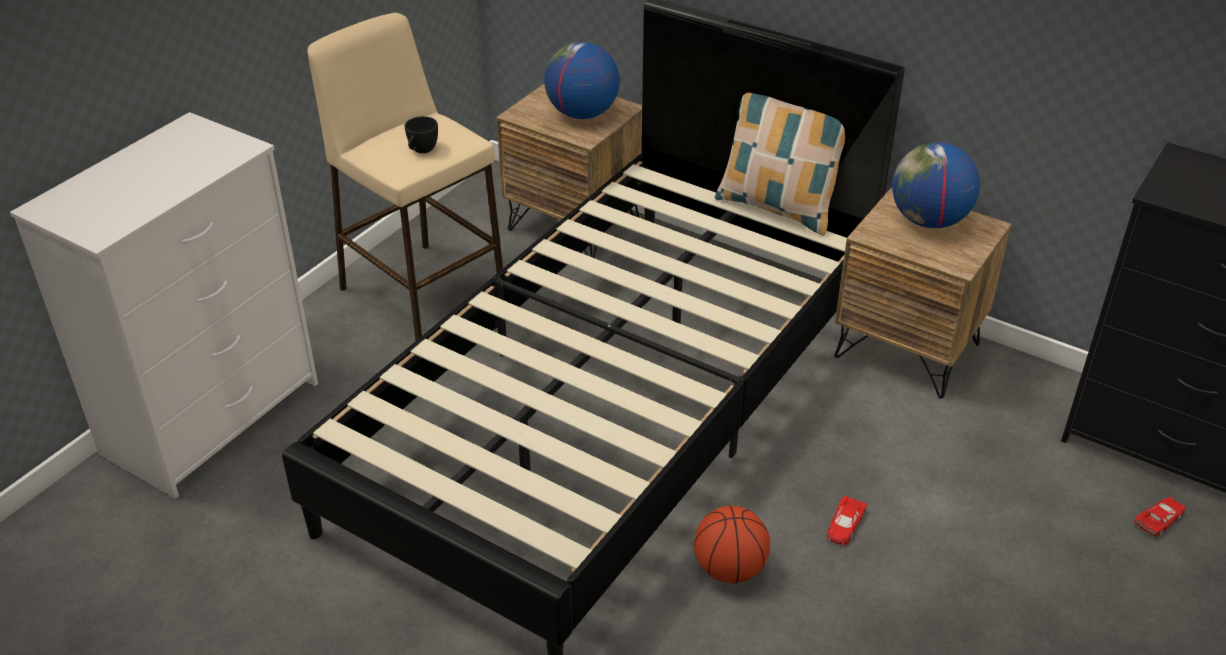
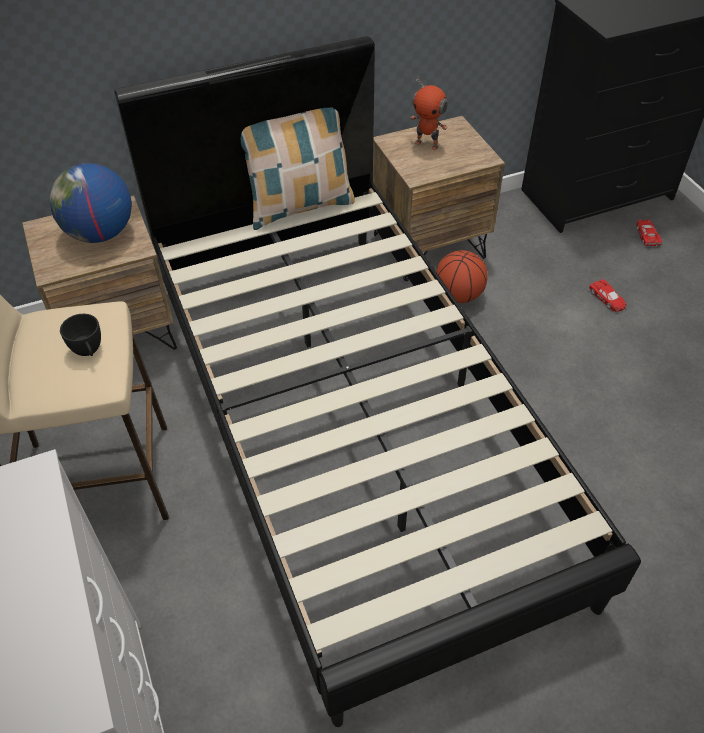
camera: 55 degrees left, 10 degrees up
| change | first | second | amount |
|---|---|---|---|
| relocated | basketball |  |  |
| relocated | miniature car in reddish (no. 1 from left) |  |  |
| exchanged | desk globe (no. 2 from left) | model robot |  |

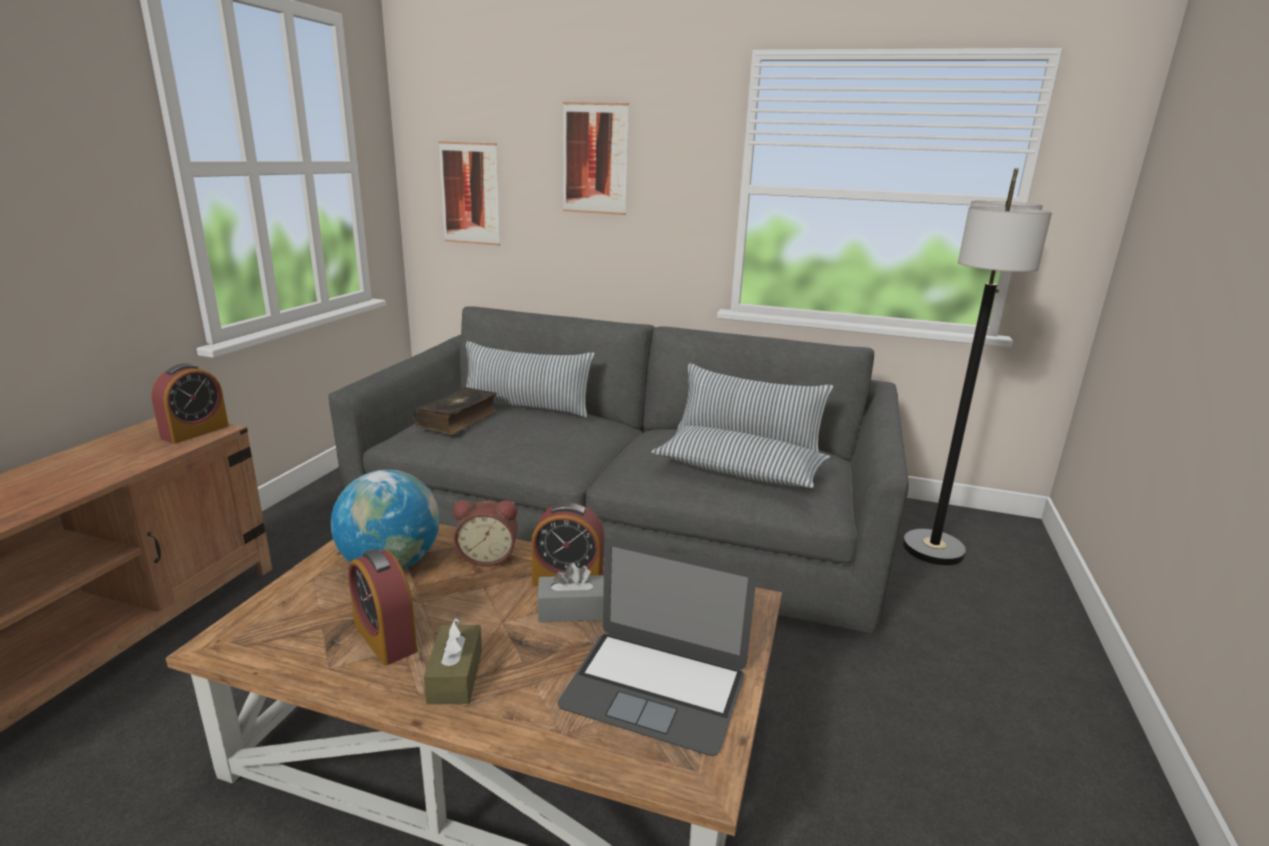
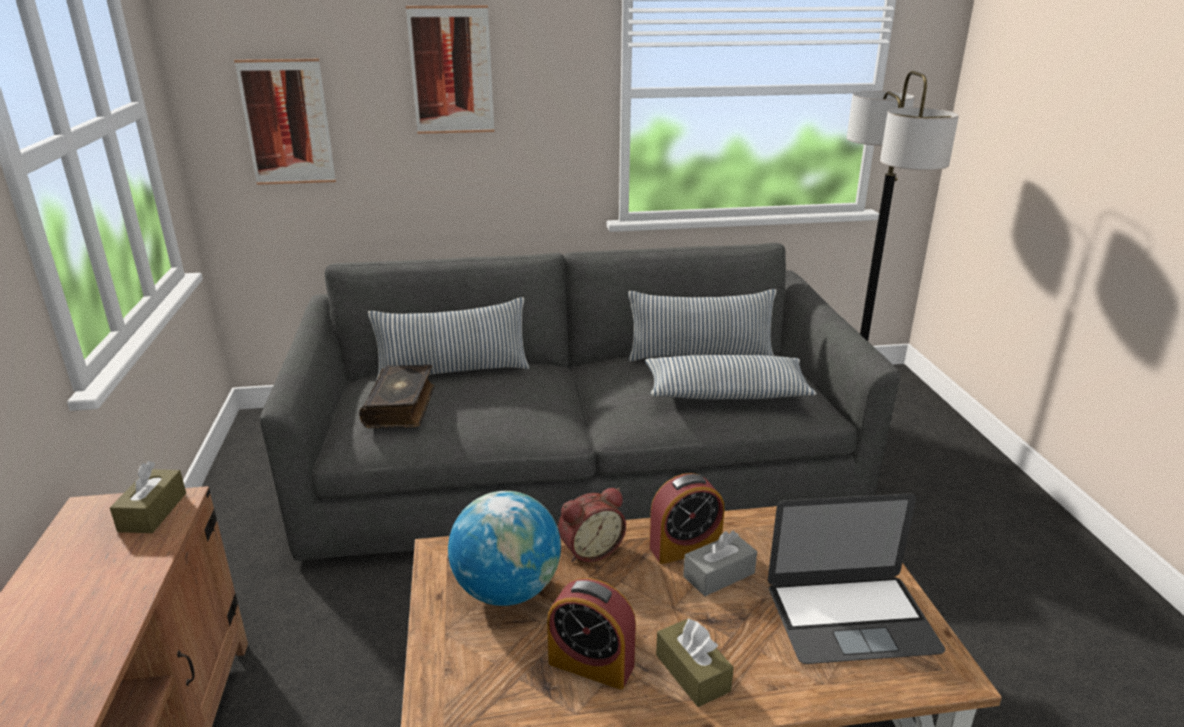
camera: 25 degrees left, 5 degrees up
| change | first | second | amount |
|---|---|---|---|
| exchanged | bedside clock (no. 1 from left) | tissue box in brown (no. 1 from left) |  |

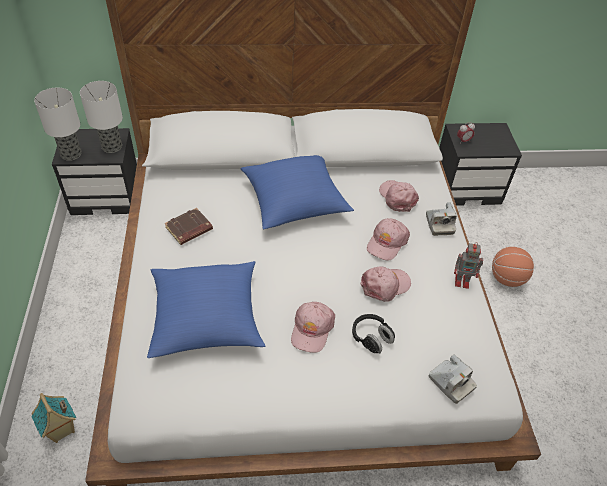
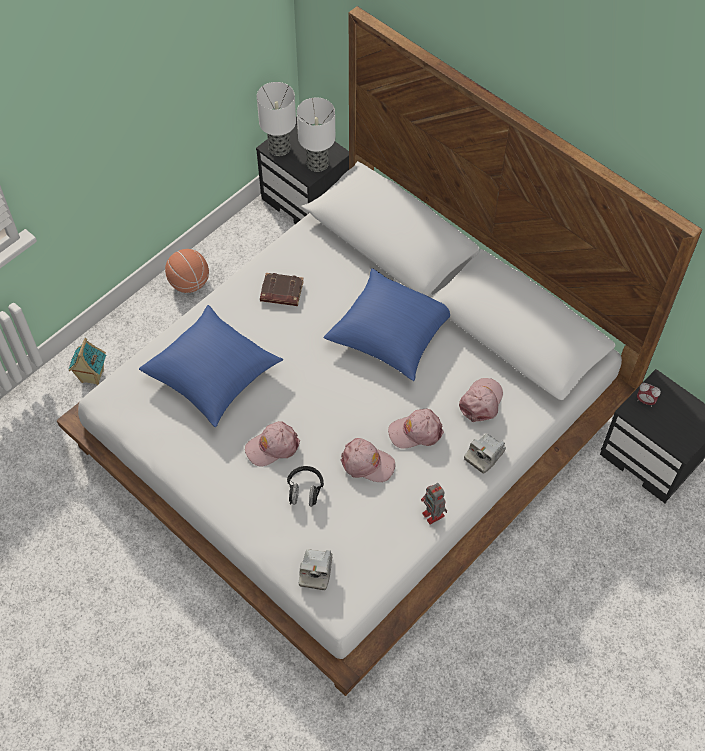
camera: 50 degrees right, 10 degrees up
| change | first | second | amount |
|---|---|---|---|
| relocated | basketball |  |  |

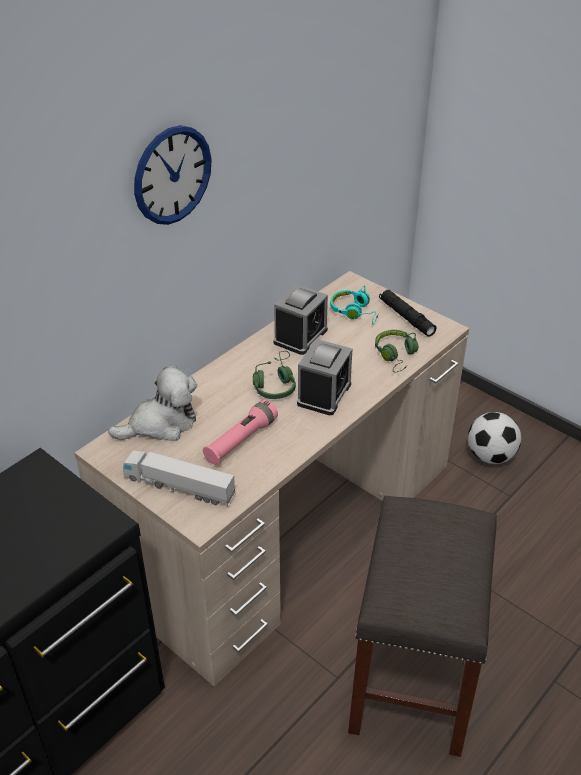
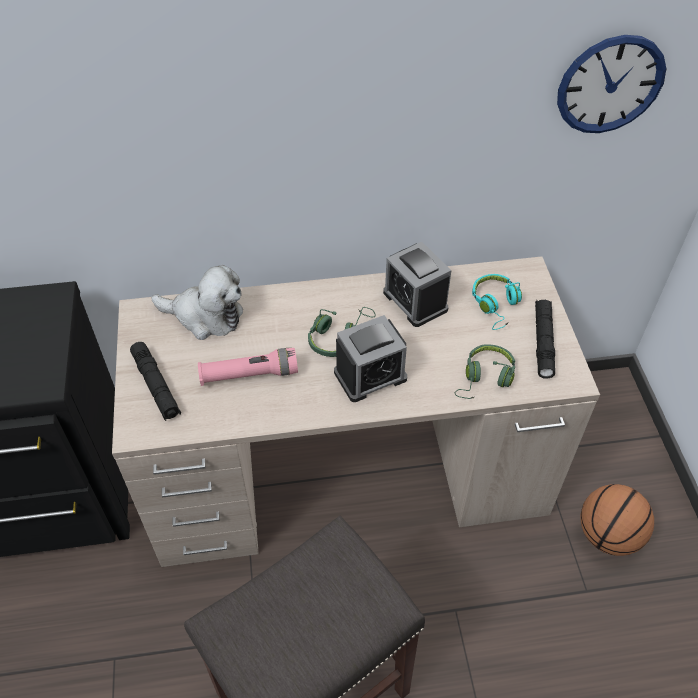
camera: 40 degrees right, 10 degrees up
| change | first | second | amount |
|---|---|---|---|
| exchanged | model truck | torch in black-coloured (no. 1 from left) |  |
| relocated | wall clock |  |  |
| spun | bedside clock (no. 1 from left in the first image) | bedside clock (no. 2 from left) | 75 degrees clockwise |
| exchanged | football ball | basketball |  |

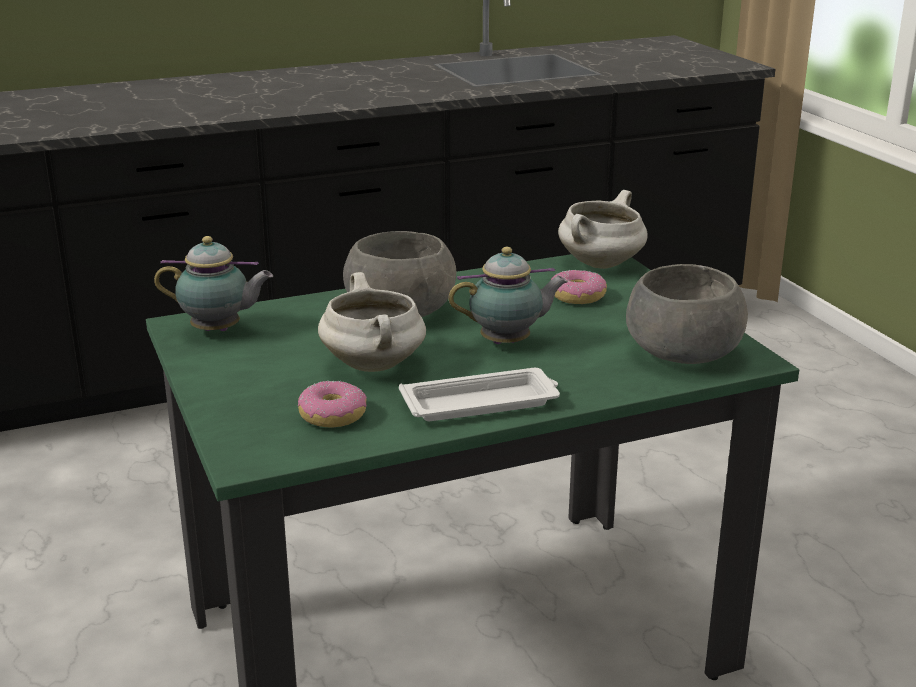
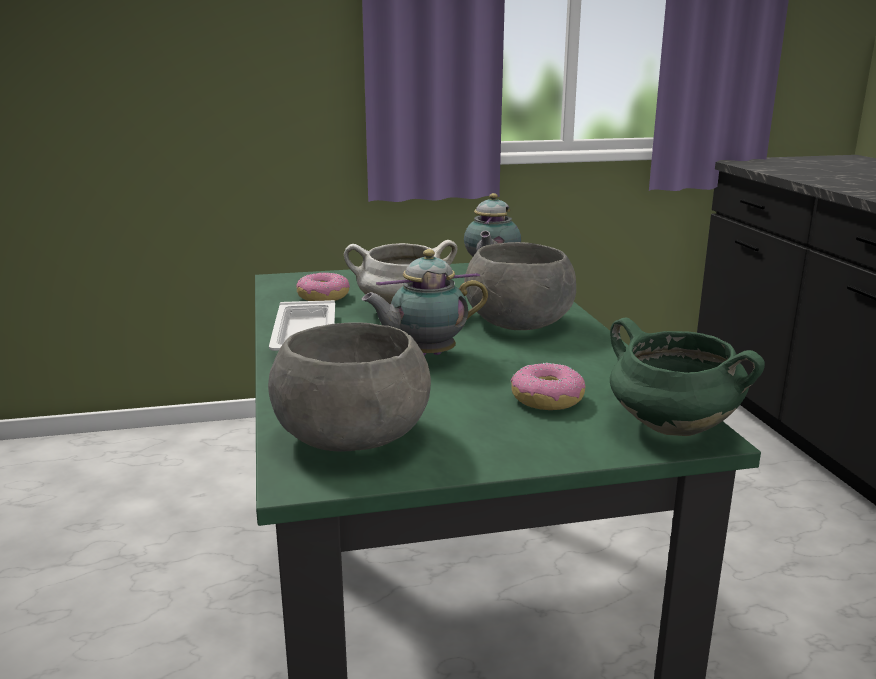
camera: 100 degrees right, 5 degrees down
| change | first | second | amount |
|---|---|---|---|
| spun | teapot (no. 2 from left in the first image) | teapot (no. 1 from left) | 75 degrees clockwise |
| colour | cooking pot in white-coloured (no. 2 from left) | cooking pot in greenish |  |

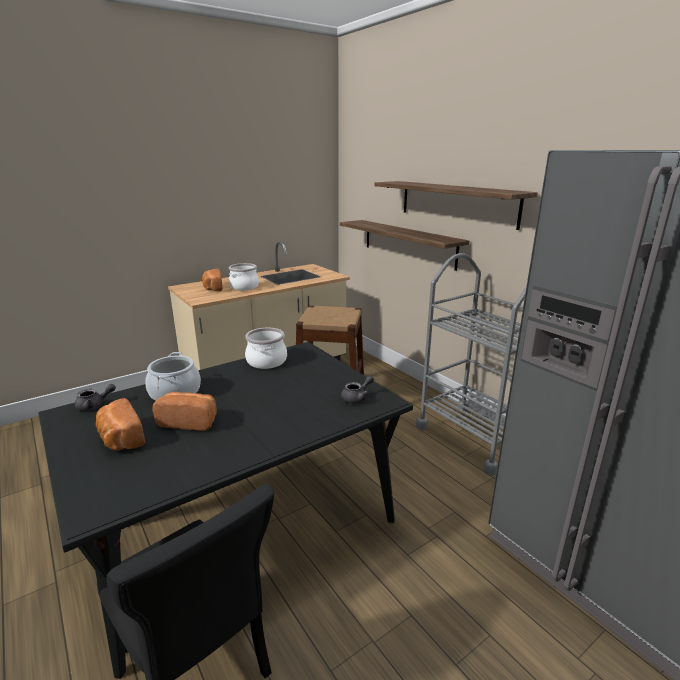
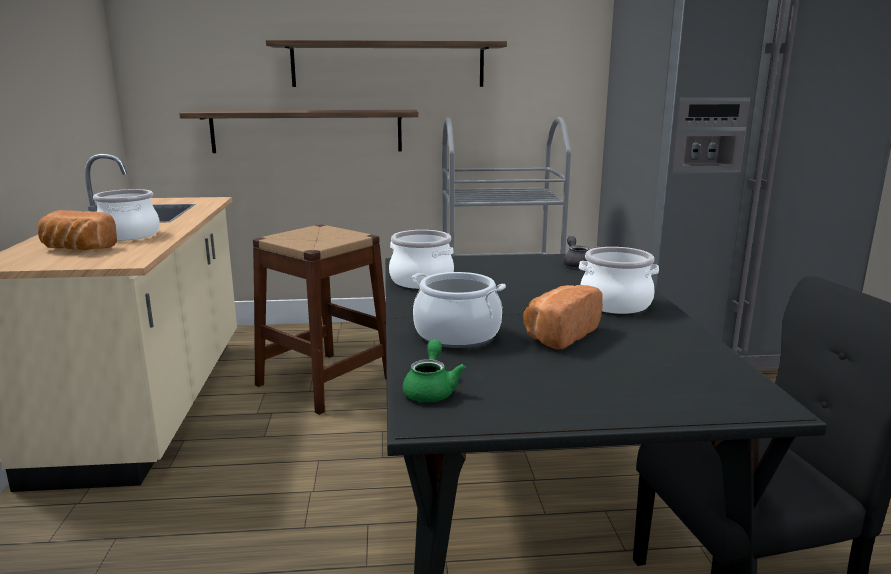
camera: 60 degrees left, 5 degrees down
| change | first | second | amount |
|---|---|---|---|
| colour | teapot in grey (no. 1 from left) | teapot in greenish |  |
| missing | bread (no. 1 from left) |  |  |
| appeared |  | cooking pot (no. 4 from left) |  |

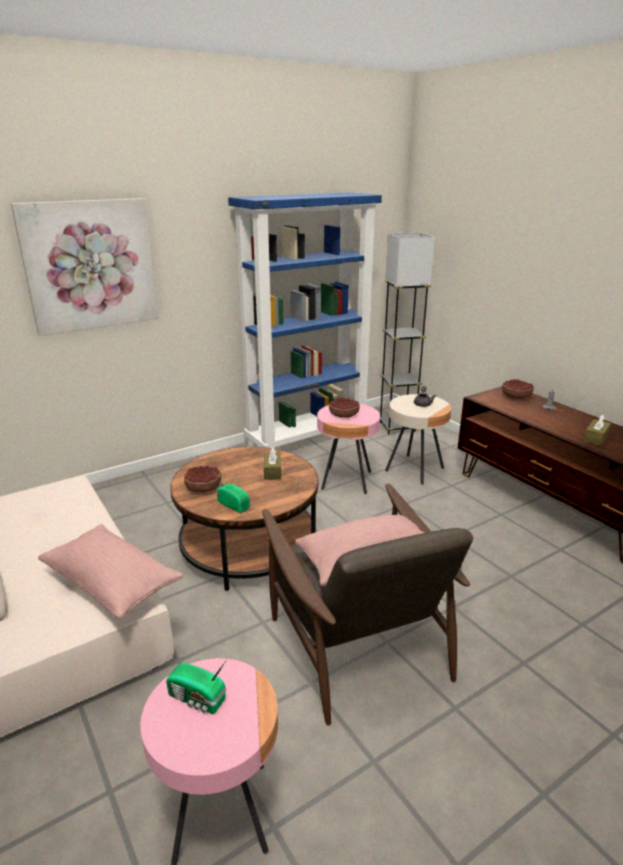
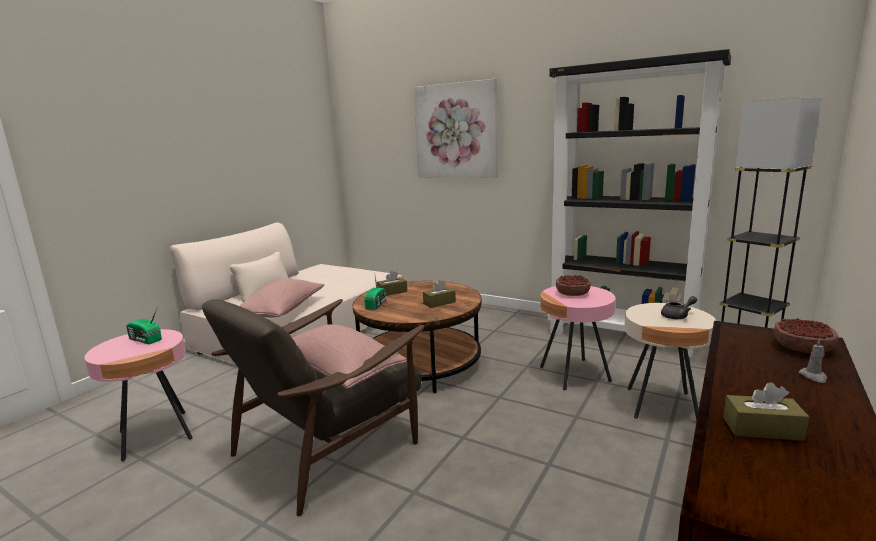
camera: 65 degrees right, 10 degrees down
| change | first | second | amount |
|---|---|---|---|
| spun | radio set (no. 1 from left) |  | 60 degrees counterclockwise |
| exchanged | serving bowl (no. 1 from left) | tissue box in brown (no. 1 from left) |  |
| colour | bookshelf in blue-coloured | bookshelf in black-coloured |  |

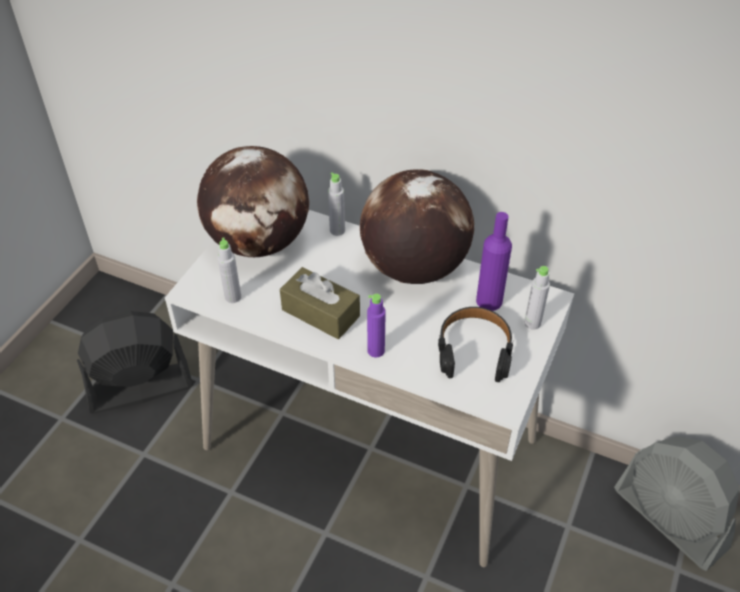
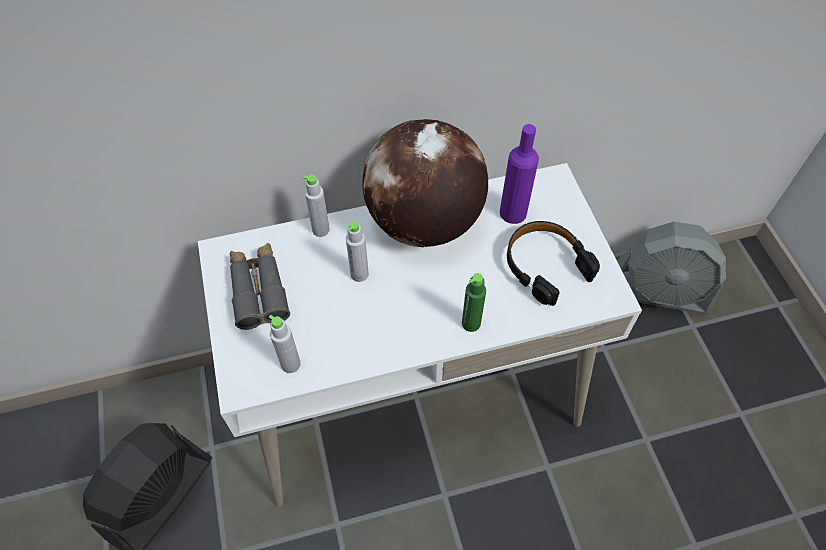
camera: 40 degrees left, 10 degrees up
| change | first | second | amount |
|---|---|---|---|
| exchanged | desk globe (no. 1 from left) | binoculars in grey |  |
| missing | tissue box in brown |  |  |
| colour | beverage bottle in purple (no. 1 from left) | beverage bottle in greenish |  |
| relocated | beverage bottle in grey (no. 3 from left) |  |  |

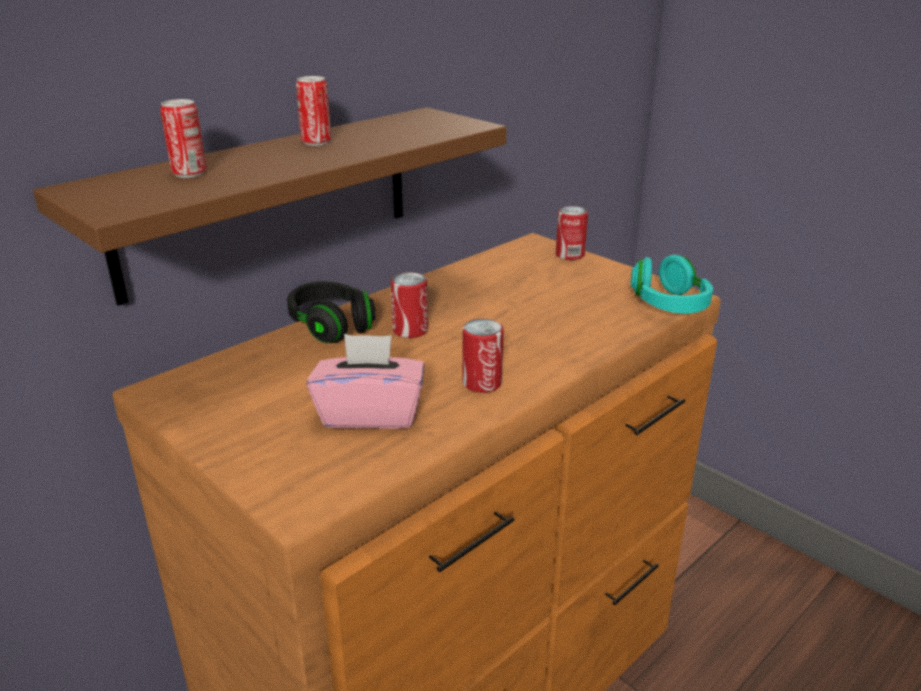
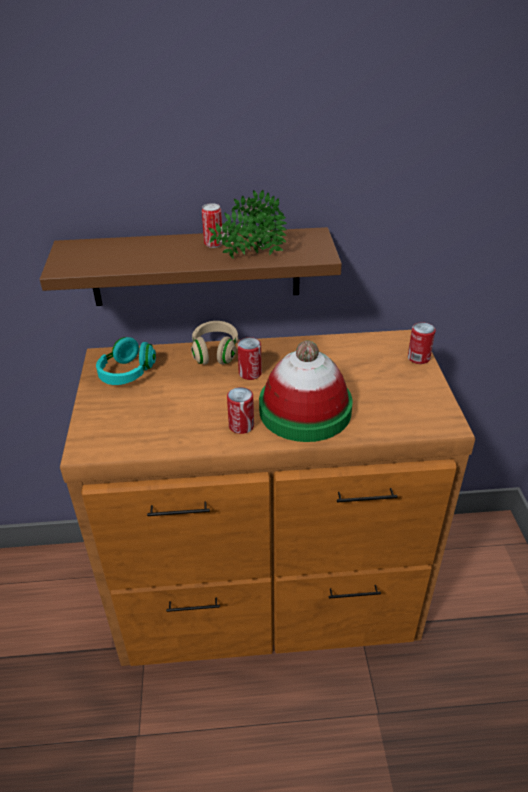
camera: 40 degrees right, 10 degrees up
| change | first | second | amount |
|---|---|---|---|
| missing | sealed can (no. 1 from left) |  |  |
| colour | headphones in black-coloured | headphones in beige |  |
| missing | tissue box in pink |  |  |
| relocated | headphones in turquoise |  |  |
| appeared |  | plant in a pot |  |
| appeared |  | hat |  |

